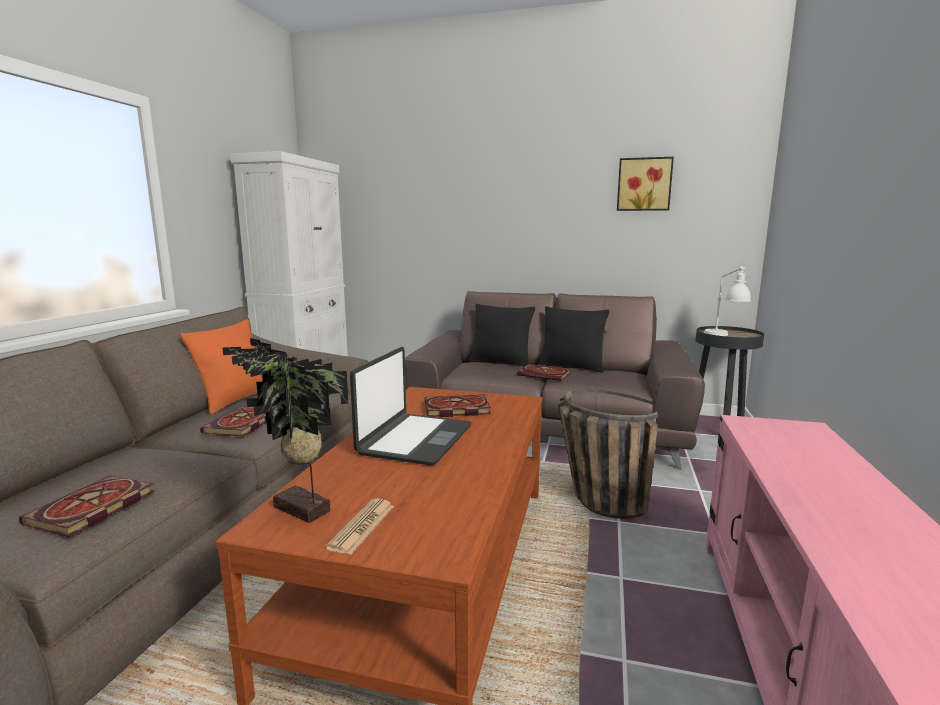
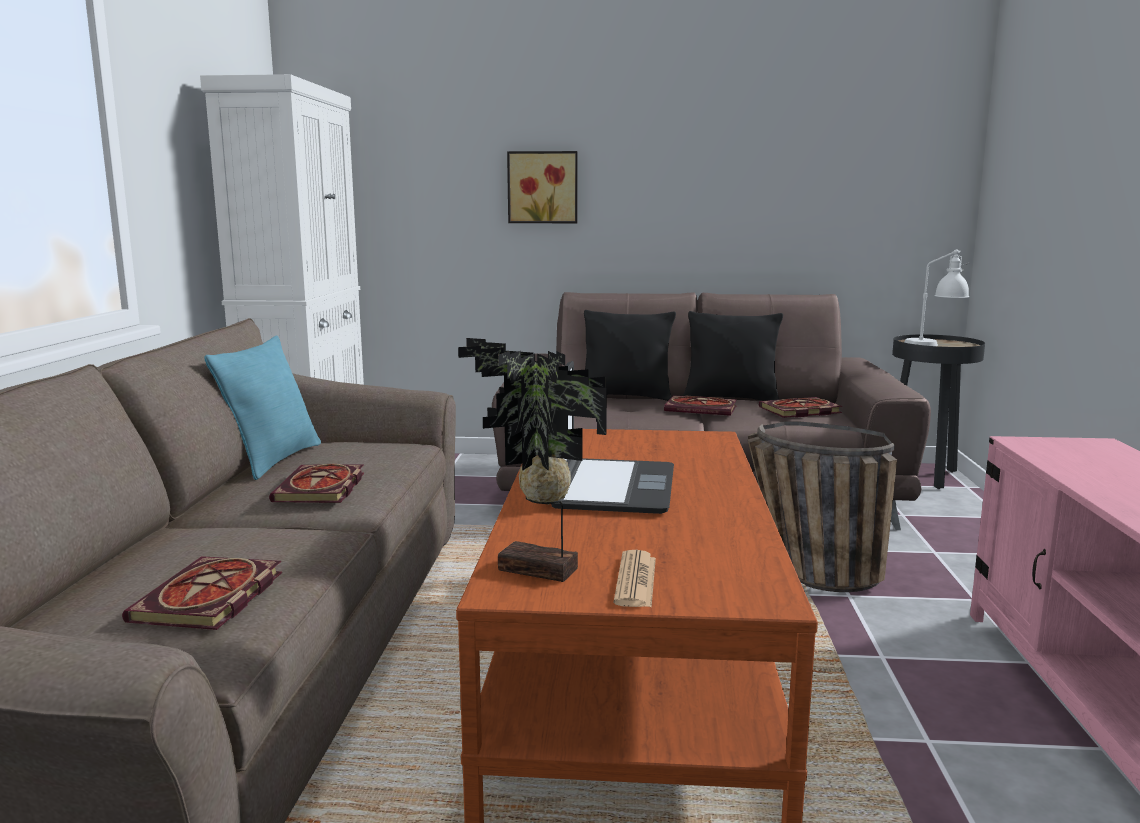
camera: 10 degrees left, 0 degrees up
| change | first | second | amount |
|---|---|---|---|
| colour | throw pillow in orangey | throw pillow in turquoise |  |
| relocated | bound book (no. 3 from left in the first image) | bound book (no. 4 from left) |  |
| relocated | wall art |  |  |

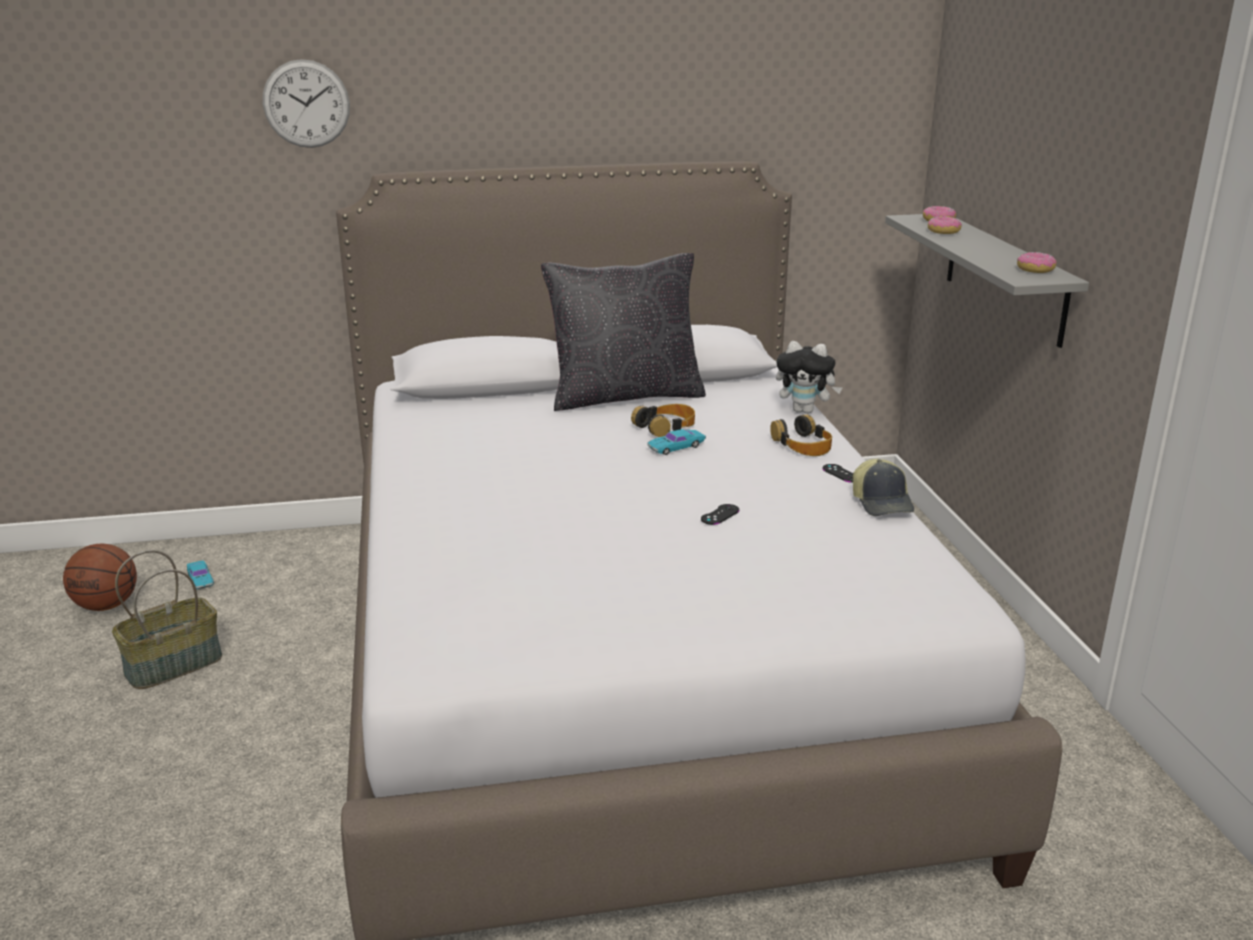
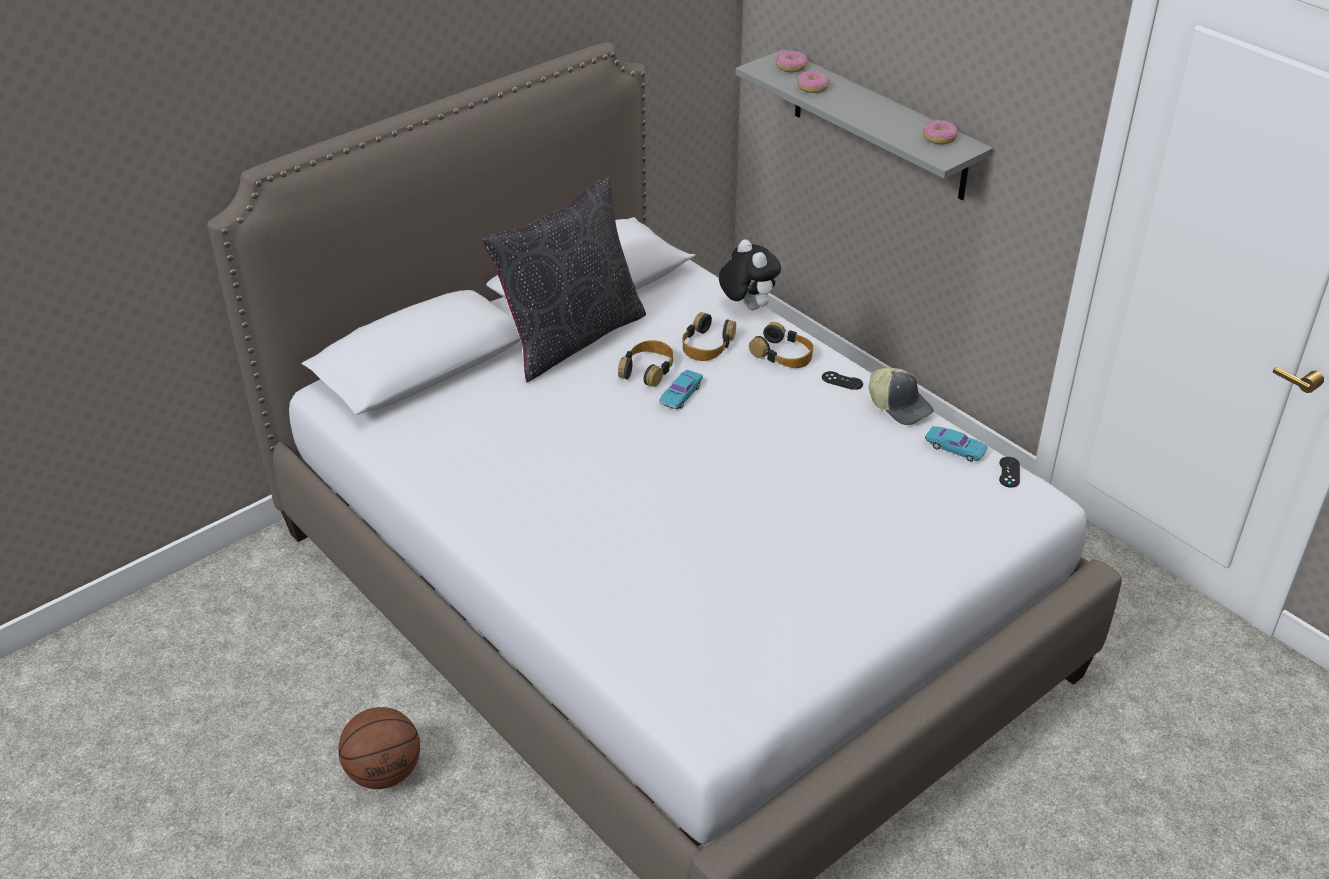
camera: 30 degrees left, 15 degrees up
| change | first | second | amount |
|---|---|---|---|
| relocated | basketball |  |  |
| missing | household basket |  |  |
| relocated | miniature car in turquoise (no. 1 from left in the first image) | miniature car in turquoise (no. 2 from left) |  |
| missing | wall clock |  |  |
| relocated | game controller in black-coloured (no. 1 from left in the first image) | game controller in black-coloured (no. 2 from left) |  |
| spun | cuddly toy |  | 105 degrees counterclockwise |
| appeared |  | headphones (no. 2 from left) |  |

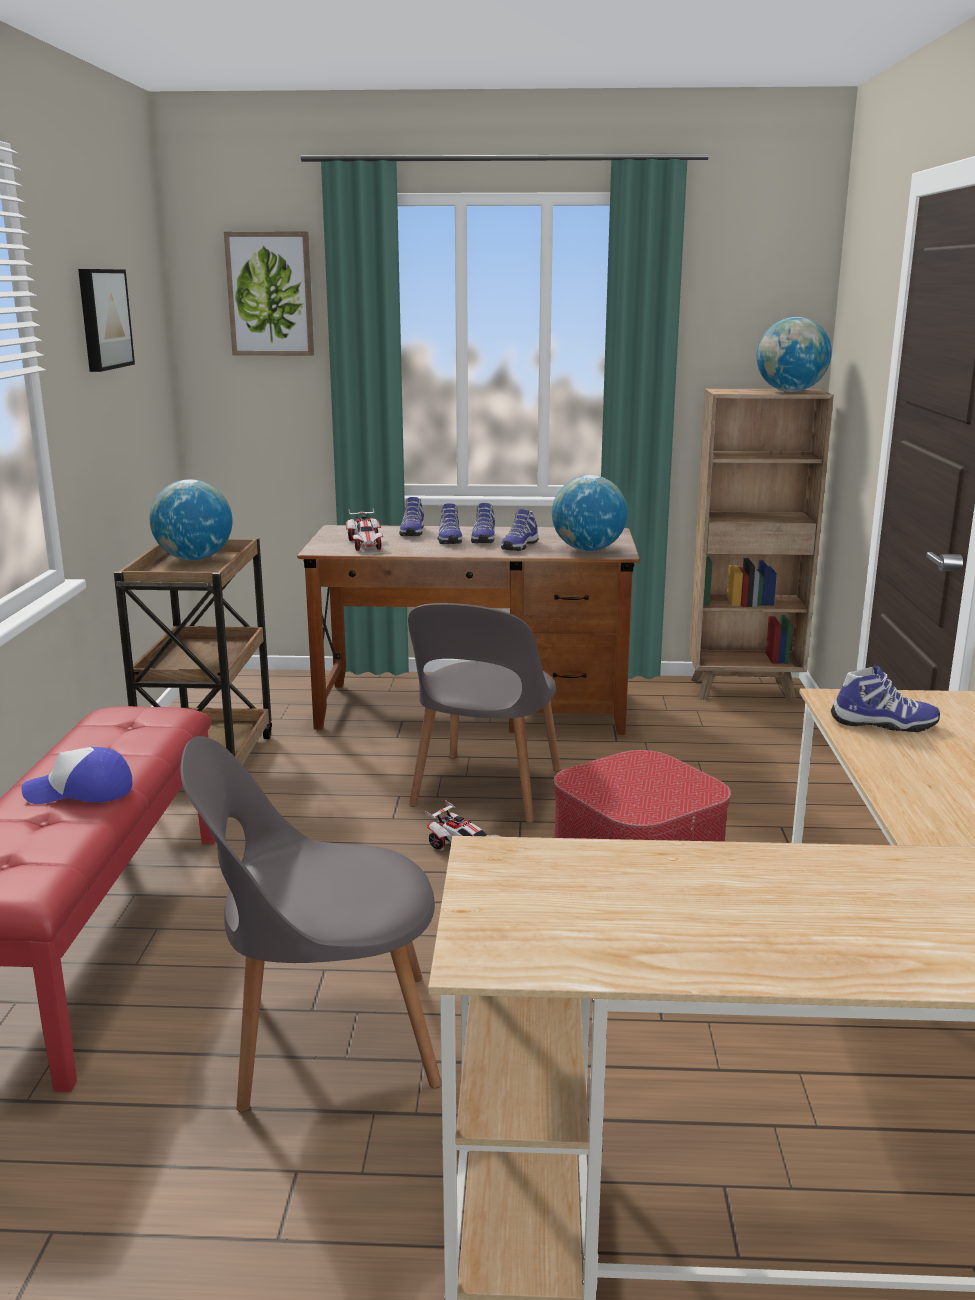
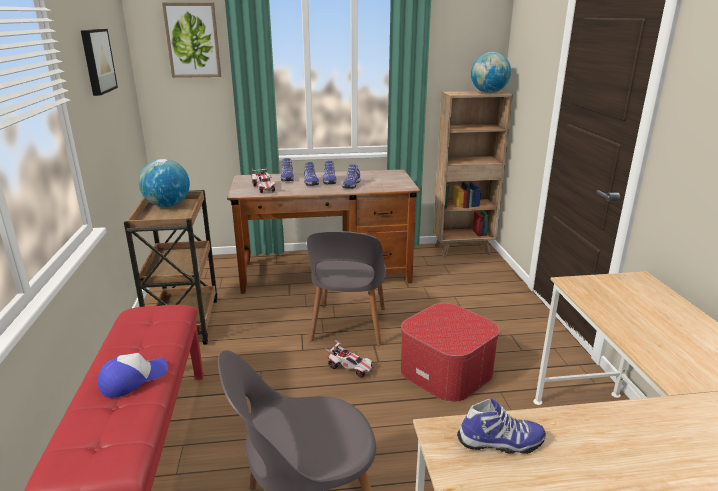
camera: 10 degrees left, 5 degrees up
| change | first | second | amount |
|---|---|---|---|
| spun | baseball cap |  | 150 degrees clockwise |
| missing | desk globe (no. 2 from left) |  |  |
| relocated | item of footwear (no. 5 from left) |  |  |

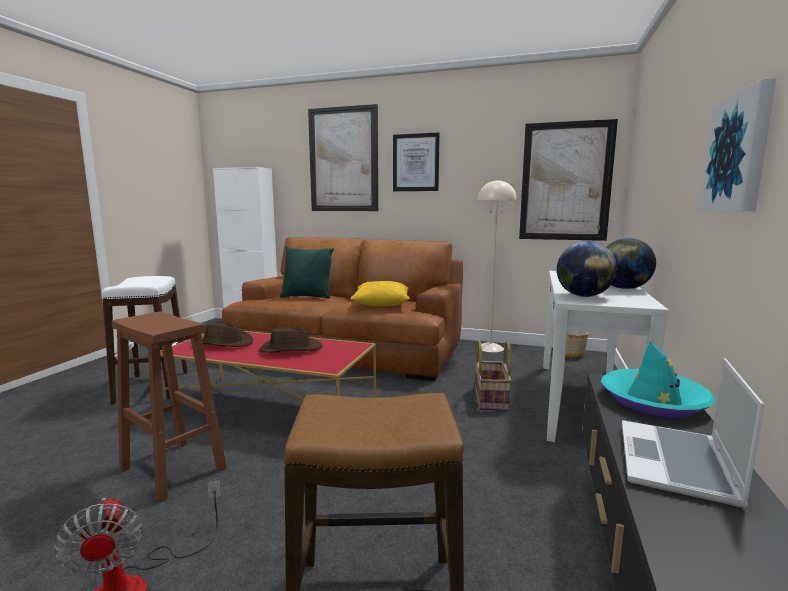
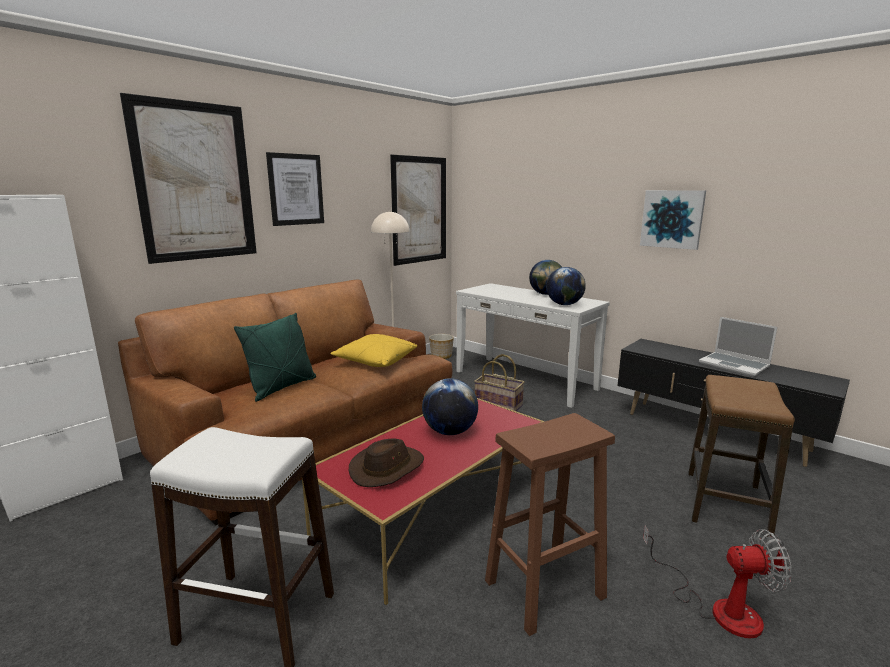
camera: 65 degrees left, 5 degrees up
| change | first | second | amount |
|---|---|---|---|
| exchanged | hat in brown (no. 2 from left) | desk globe (no. 1 from left) |  |
| missing | hat in turquoise |  |  |

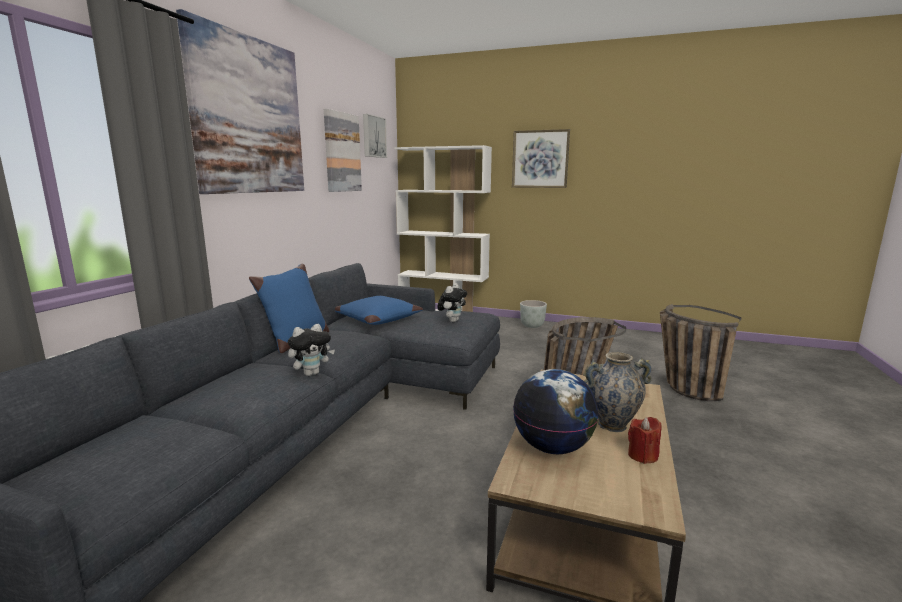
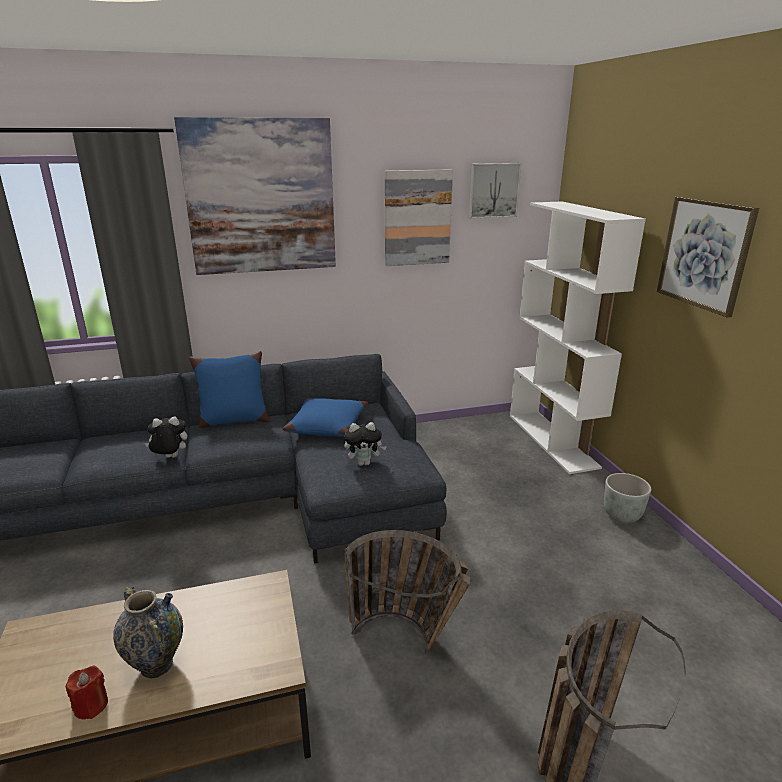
camera: 55 degrees right, 10 degrees up
| change | first | second | amount |
|---|---|---|---|
| spun | cuddly toy (no. 1 from left) |  | 150 degrees clockwise |
| missing | desk globe |  |  |

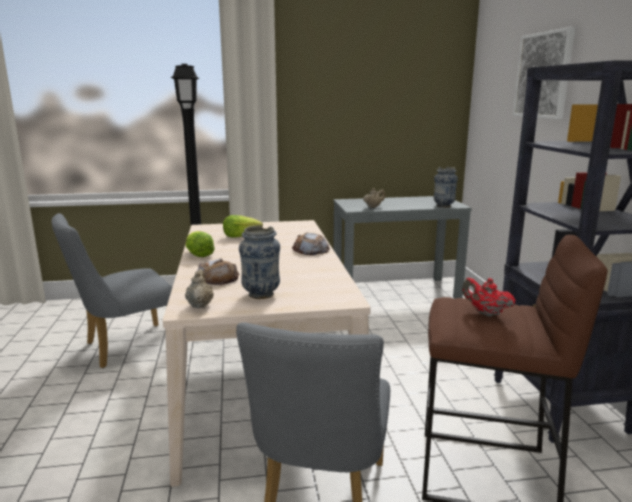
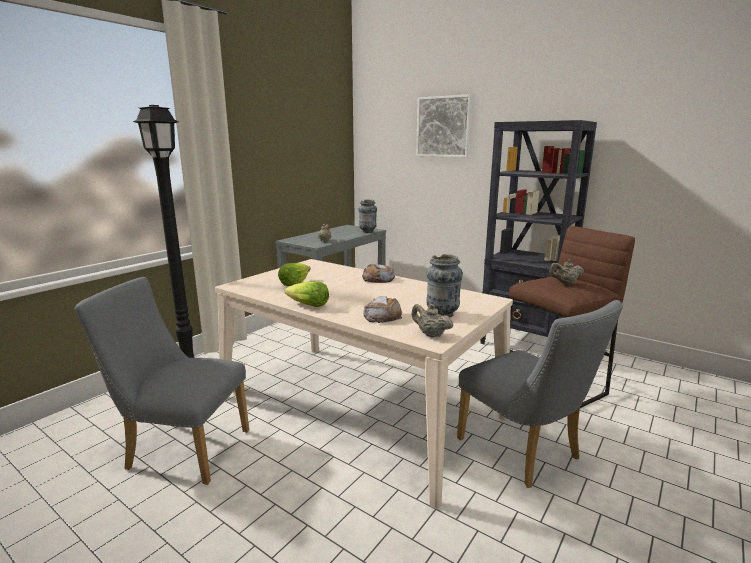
camera: 45 degrees left, 0 degrees up
| change | first | second | amount |
|---|---|---|---|
| spun | upright chair in grey (no. 1 from left) |  | 90 degrees clockwise |
| colour | teapot in reddish | teapot in beige (no. 3 from left) |  |

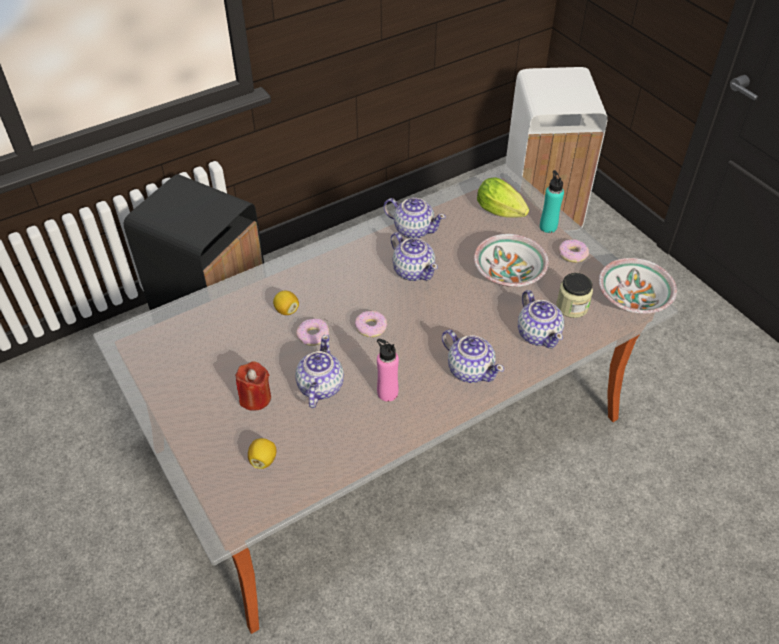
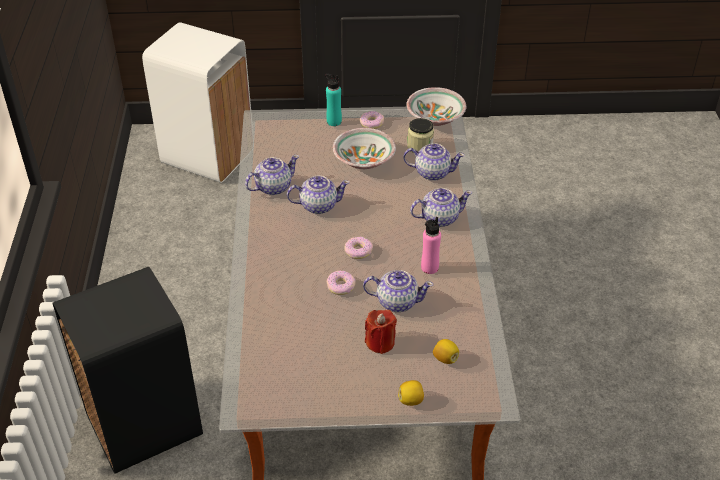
camera: 60 degrees left, 5 degrees down
| change | first | second | amount |
|---|---|---|---|
| relocated | whole lemon (no. 2 from left in the first image) | whole lemon (no. 1 from left) |  |
| spun | teapot (no. 1 from left in the first image) | teapot (no. 3 from left) | 150 degrees clockwise |
| missing | lettuce head |  |  |

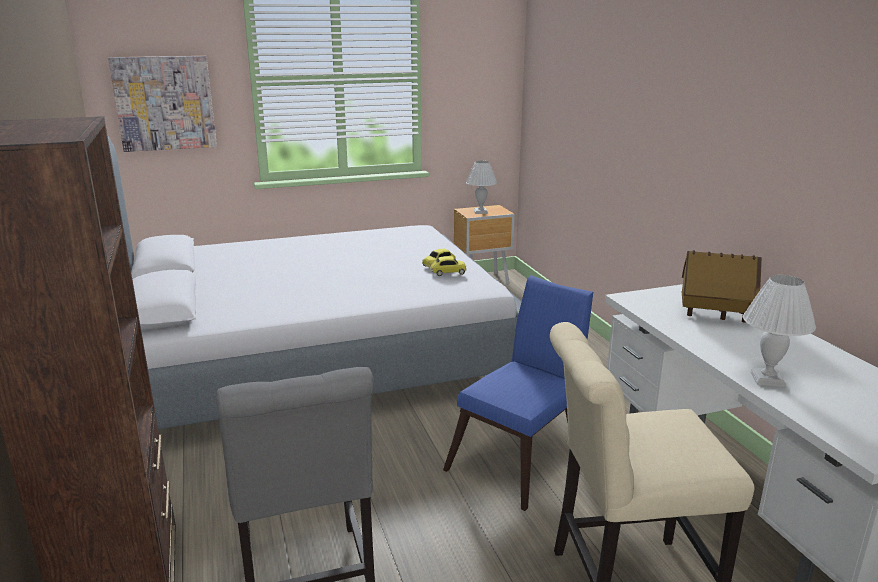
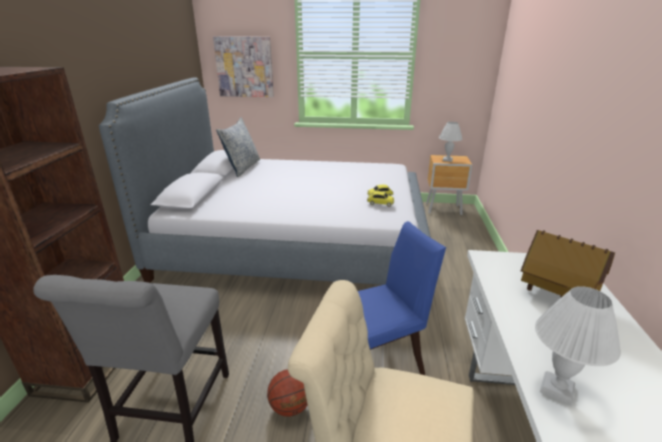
camera: 25 degrees right, 5 degrees up
| change | first | second | amount |
|---|---|---|---|
| appeared |  | throw pillow |  |
| appeared |  | basketball |  |

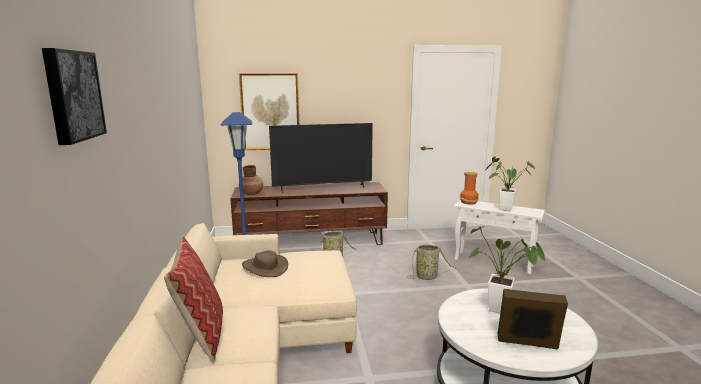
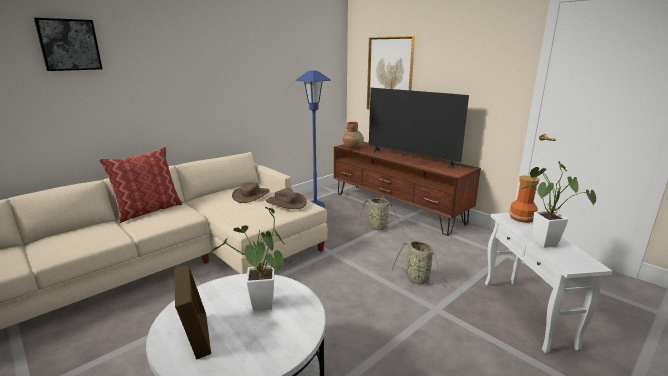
camera: 55 degrees right, 5 degrees up
| change | first | second | amount |
|---|---|---|---|
| appeared |  | hat in brown (no. 2 from left) |  |

